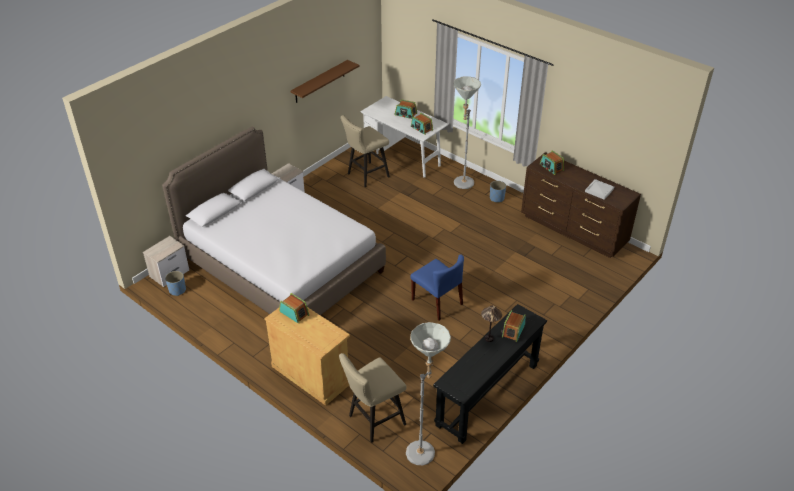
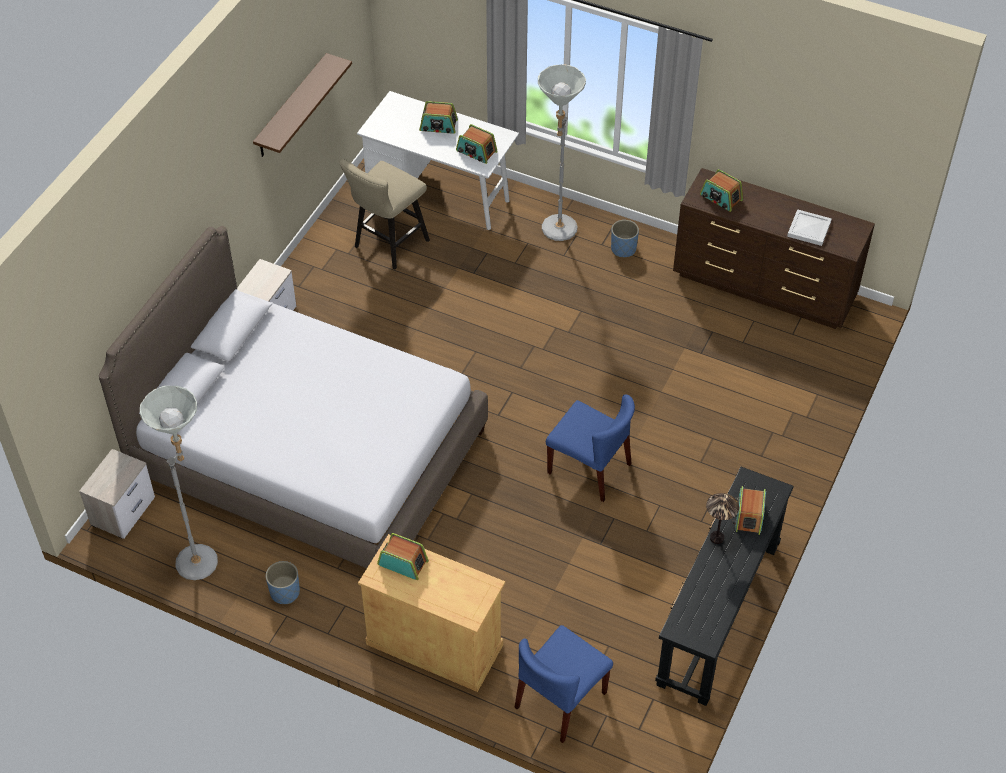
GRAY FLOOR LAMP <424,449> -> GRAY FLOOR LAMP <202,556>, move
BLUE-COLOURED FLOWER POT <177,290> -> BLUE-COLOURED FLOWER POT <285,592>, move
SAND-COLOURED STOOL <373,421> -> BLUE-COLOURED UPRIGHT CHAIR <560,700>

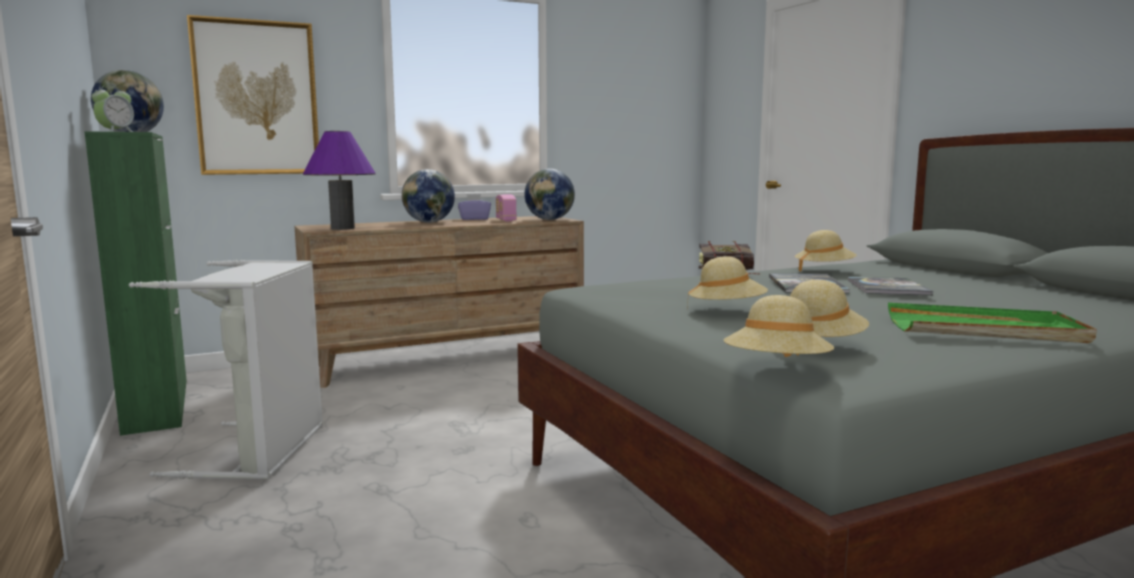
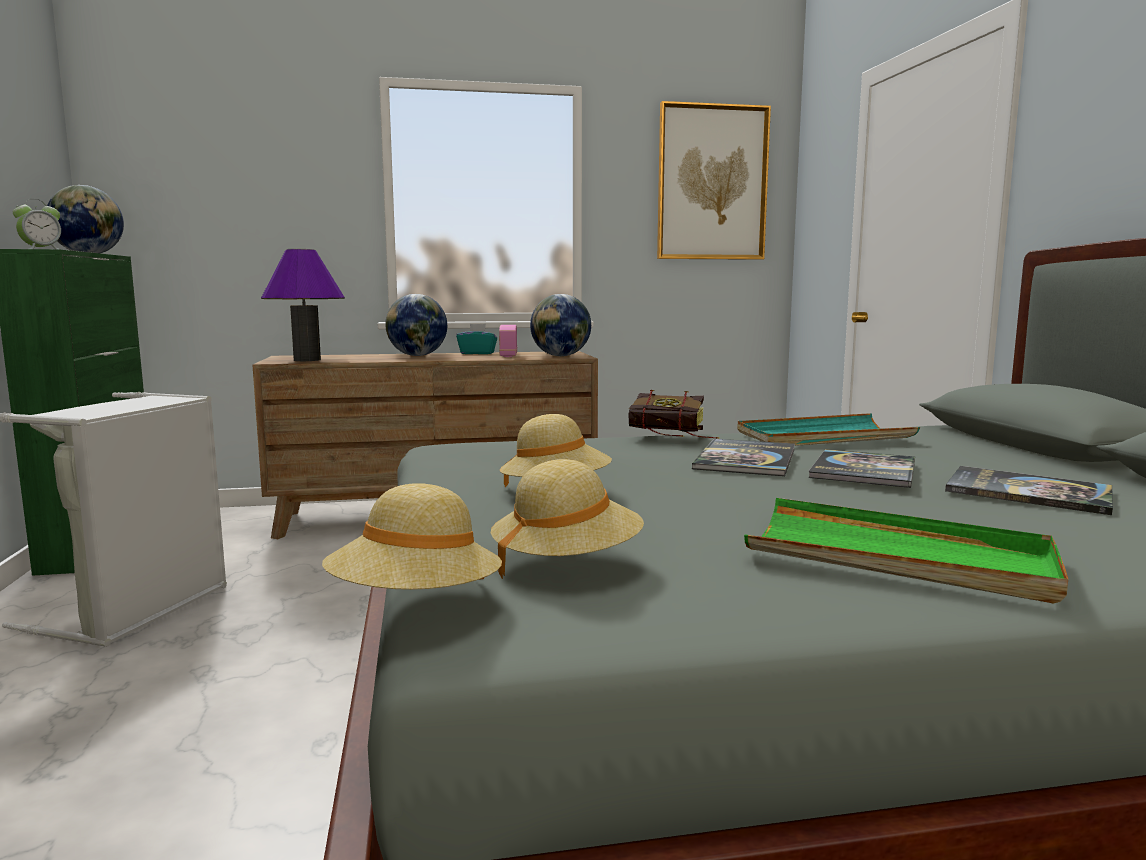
PURPLE-COLOURED TISSUE HOLDER <474,219> -> TURQUOISE-COLOURED TISSUE HOLDER <477,353>
WALL PICTURE <256,98> -> WALL PICTURE <712,183>, move
SAND-COLOURED HAT <824,270> -> TURQUOISE-COLOURED SERVING TRAY <823,437>
none -> BOUND BOOK <1028,492>

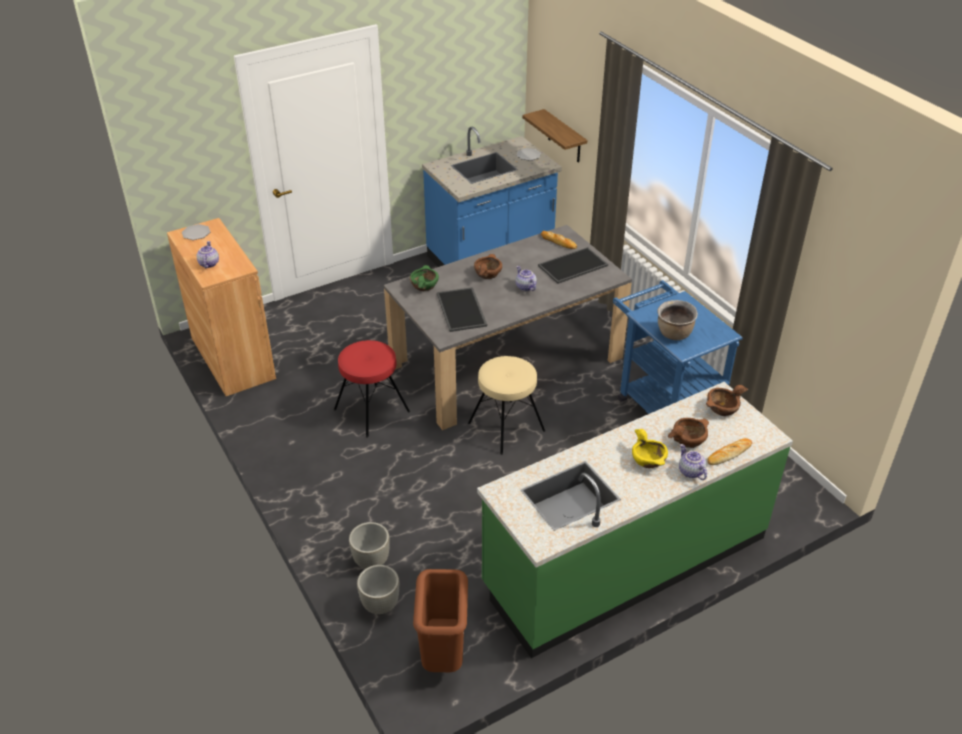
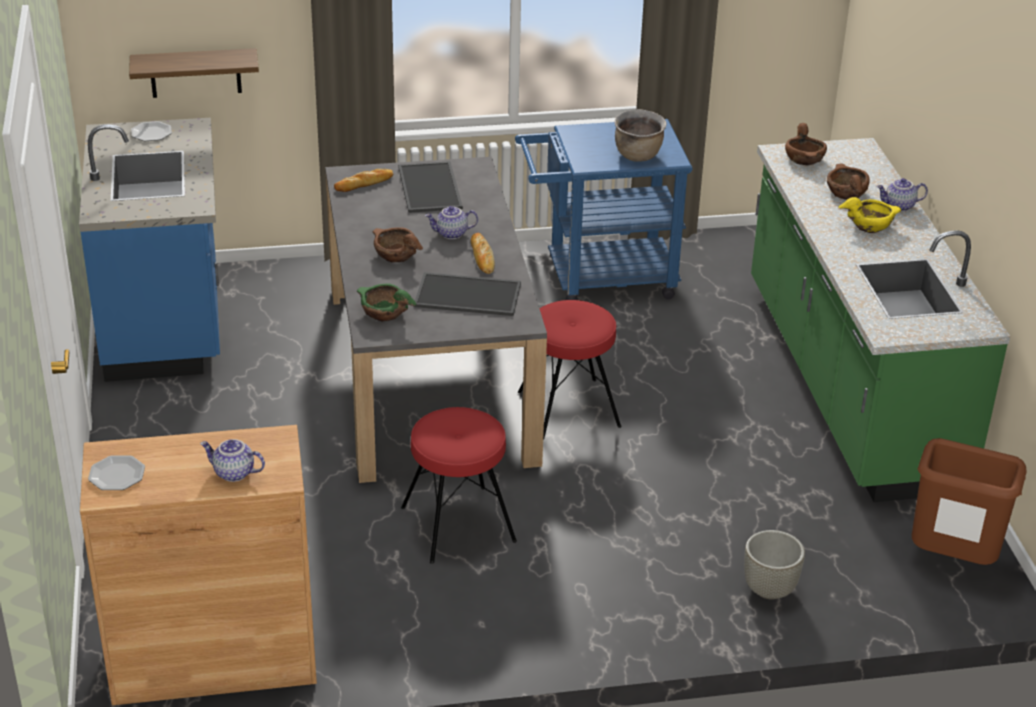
BAKERY BREAD <728,454> -> BAKERY BREAD <482,257>, move
SAND-COLOURED STOOL <506,427> -> RED-COLOURED STOOL <568,409>
GRAY FLOWER POT <380,605> -> none

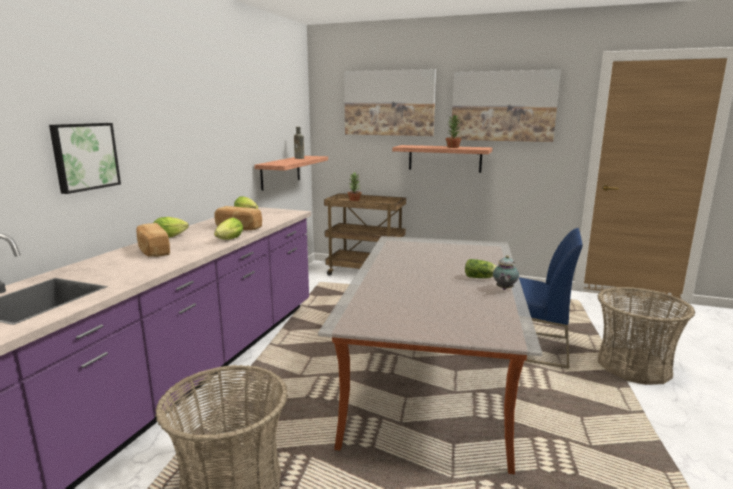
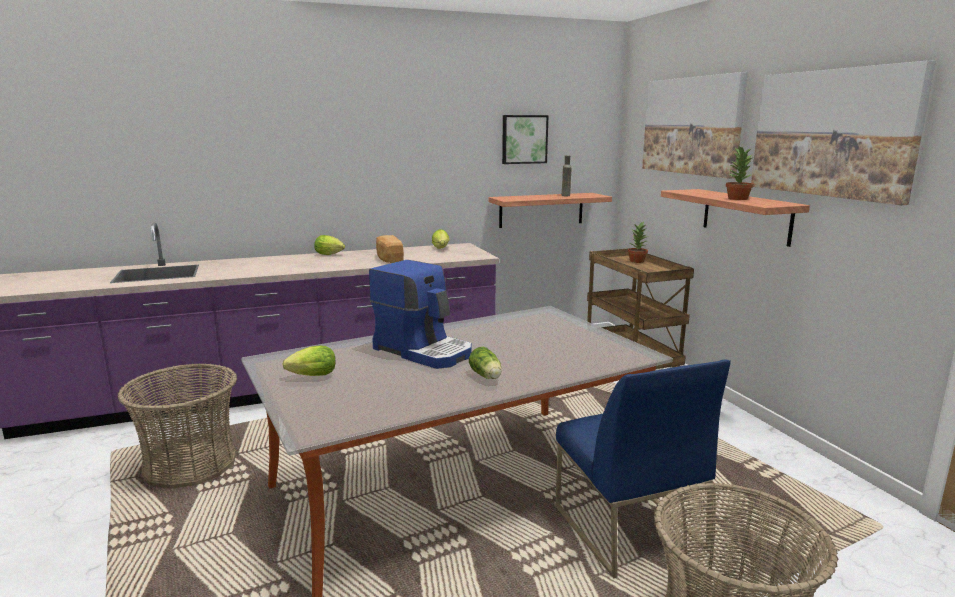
LETTUCE <228,240> -> LETTUCE <310,376>, move
none -> COFFEE BREWER <424,351>
WALL PICTURE <84,156> -> WALL PICTURE <524,139>, move
BAKERY BREAD <153,251> -> none
TEAPOT <504,289> -> none

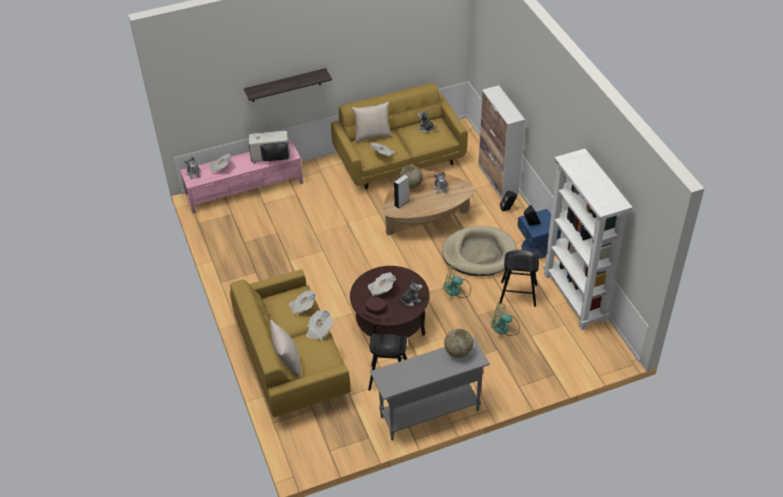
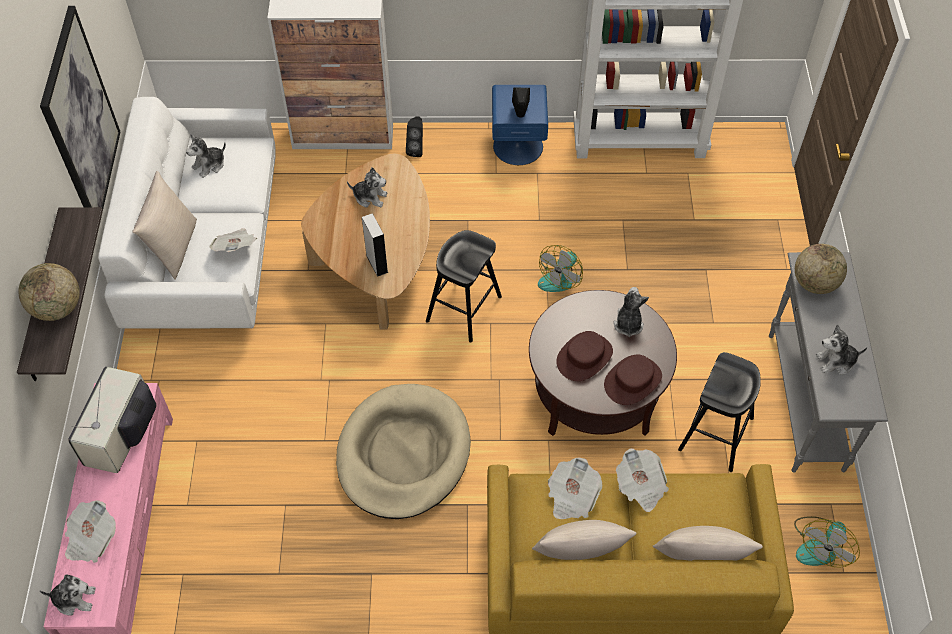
WORLD GLOBE <411,185> -> WORLD GLOBE <57,308>, move
none -> WALL PICTURE <80,120>
YELLOWISH COUCH <399,159> -> WHITISH COUCH <207,248>
SAND-COLOURED DOG CUSHION <479,254> -> SAND-COLOURED DOG CUSHION <403,454>, move
BLACK-COLOURED STOOL <518,294> -> BLACK-COLOURED STOOL <463,309>, move
none -> SAND-COLOURED CUSHION <579,557>
NEWSPAPER <381,289> -> BROWN-COLOURED HAT <584,357>
FAN <504,327> -> FAN <820,545>, move
none -> PLUSH TOY <836,361>

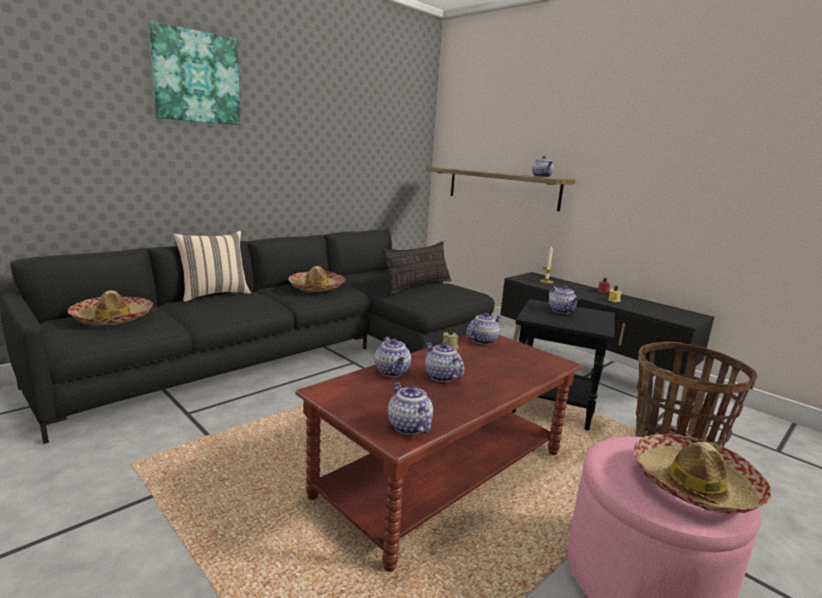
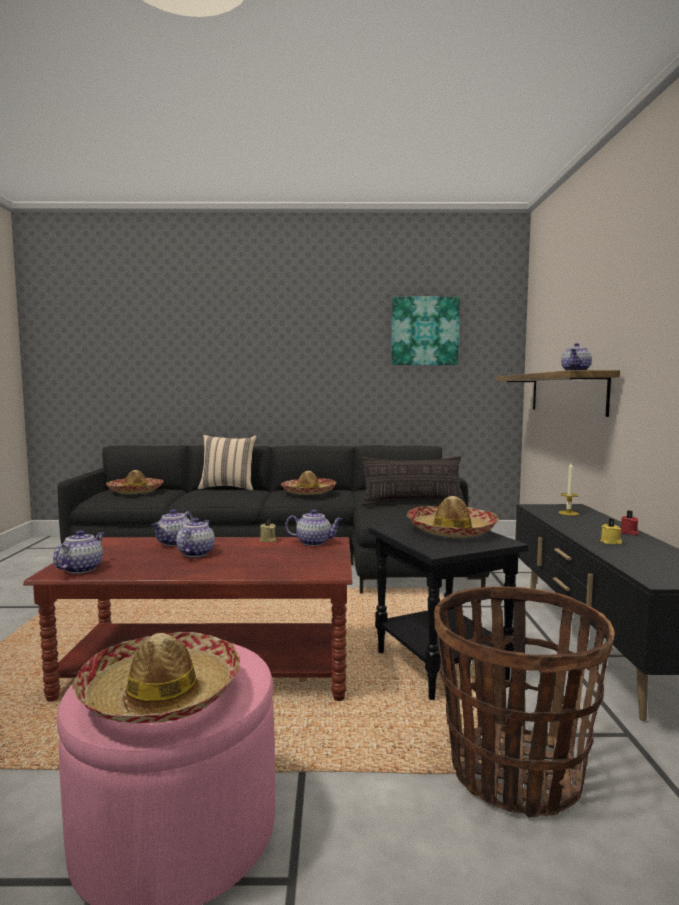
WALL PICTURE <196,77> -> WALL PICTURE <424,331>, move
TEAPOT <561,311> -> HAT <451,530>

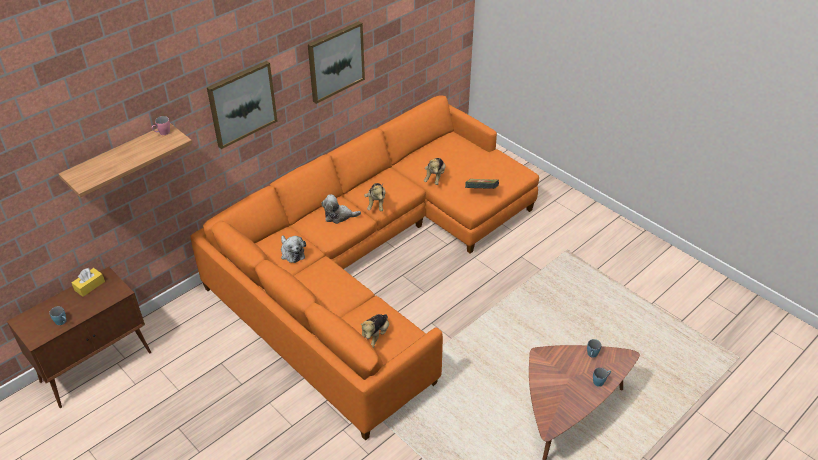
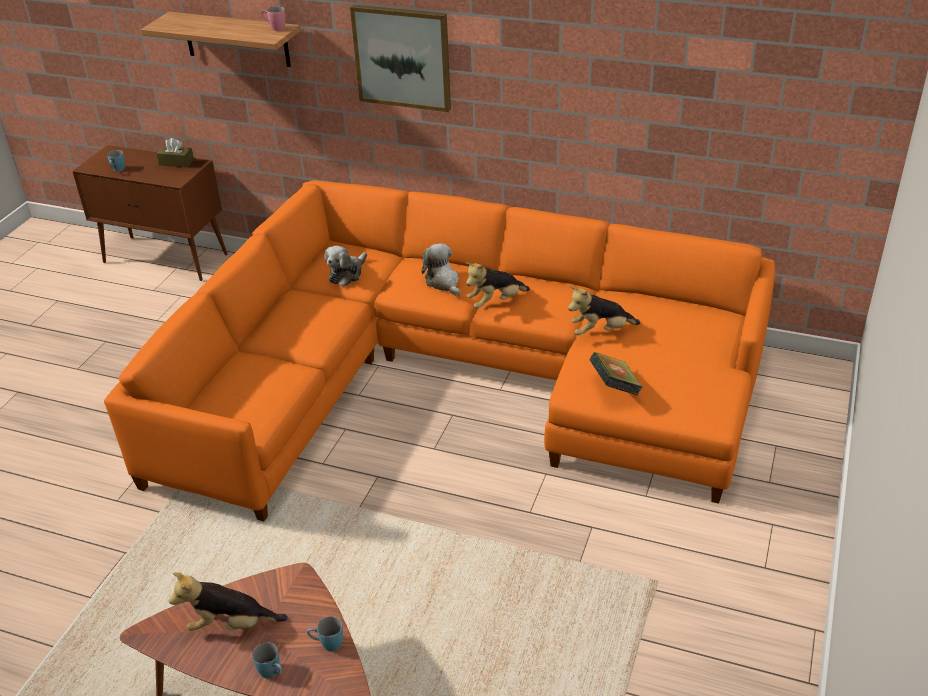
YELLOWISH TISSUE HOLDER <89,286> -> BROWN-COLOURED TISSUE HOLDER <176,162>
PLUSH TOY <375,337> -> PLUSH TOY <231,624>, move
WALL PICTURE <335,61> -> none

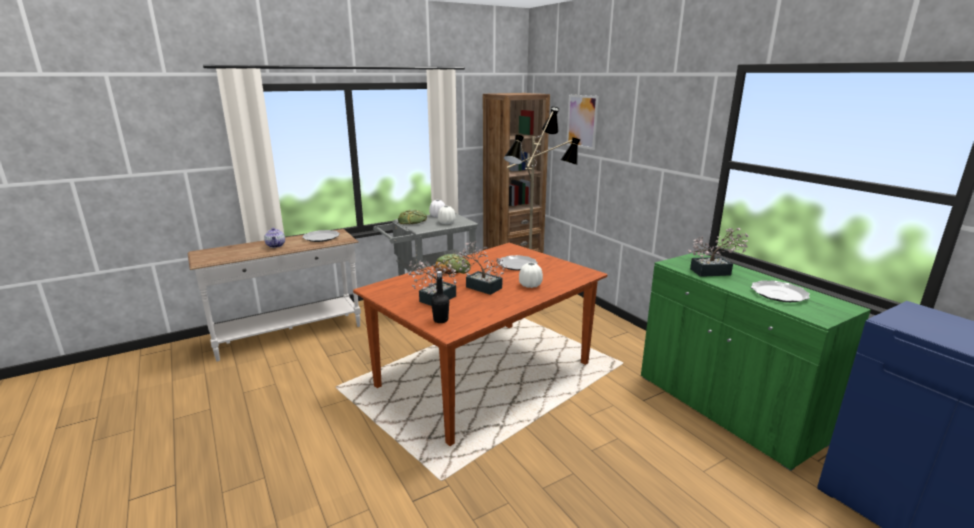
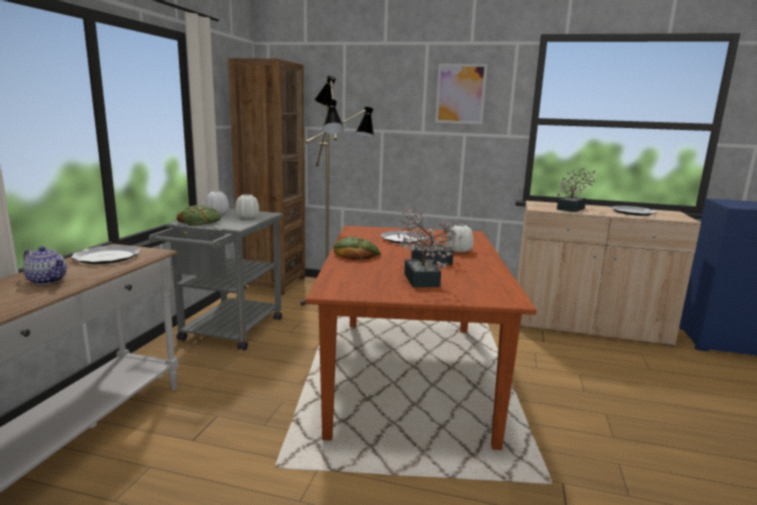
WALL PICTURE <582,121> -> WALL PICTURE <460,94>, move
GREEN CUPBOARD <725,408> -> SAND-COLOURED CUPBOARD <587,325>
BLACK-COLOURED DRINK BOTTLE <440,320> -> none

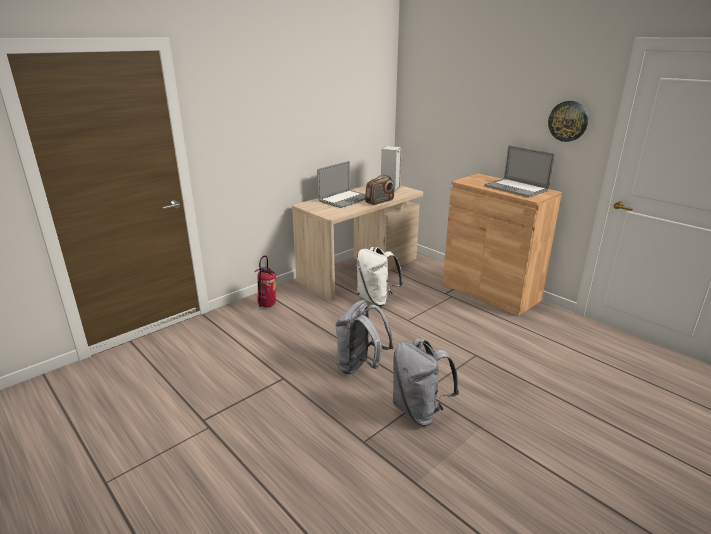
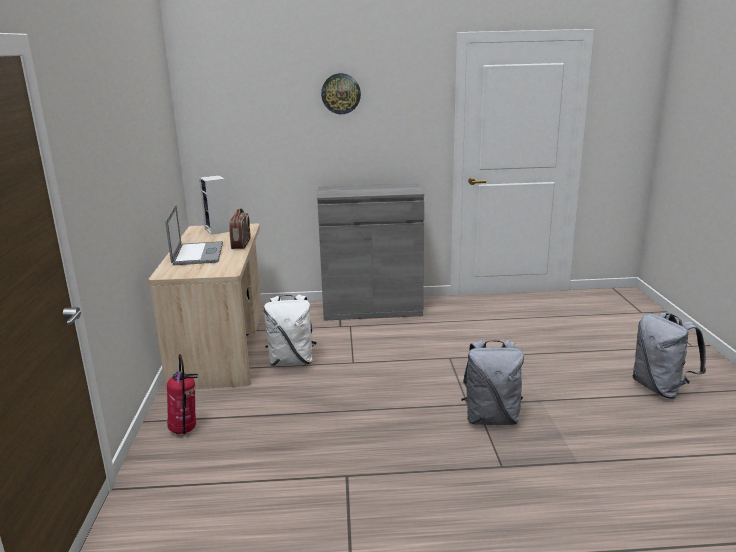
BROWN-COLOURED CUPBOARD <490,292> -> GRAY CUPBOARD <372,308>
HANGING CLOCK <568,121> -> HANGING CLOCK <341,93>, move
GRAY KNAPSACK <360,366> -> GRAY KNAPSACK <660,388>, move
NOTEBOOK COMPUTER <516,188> -> none

